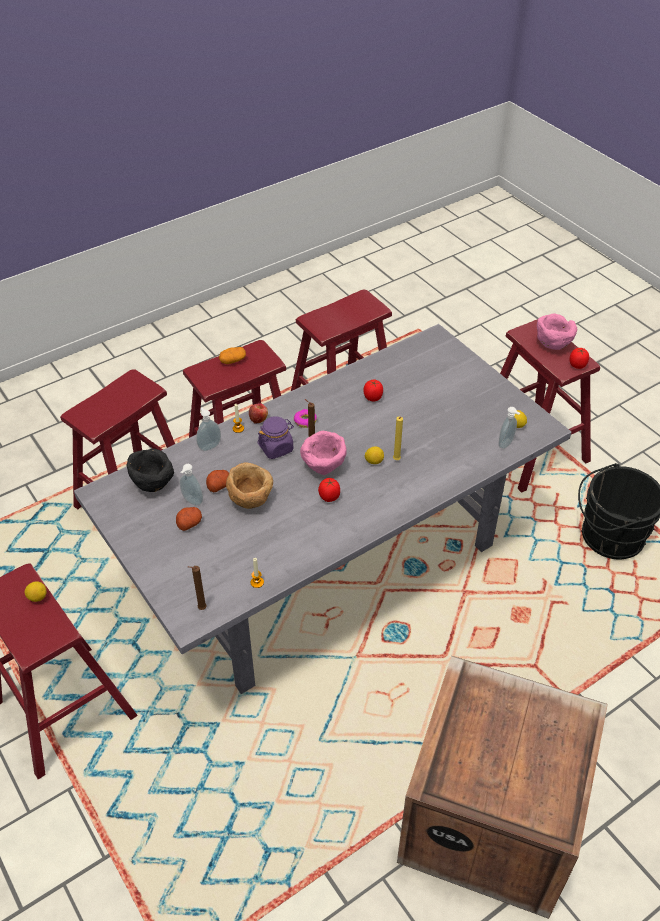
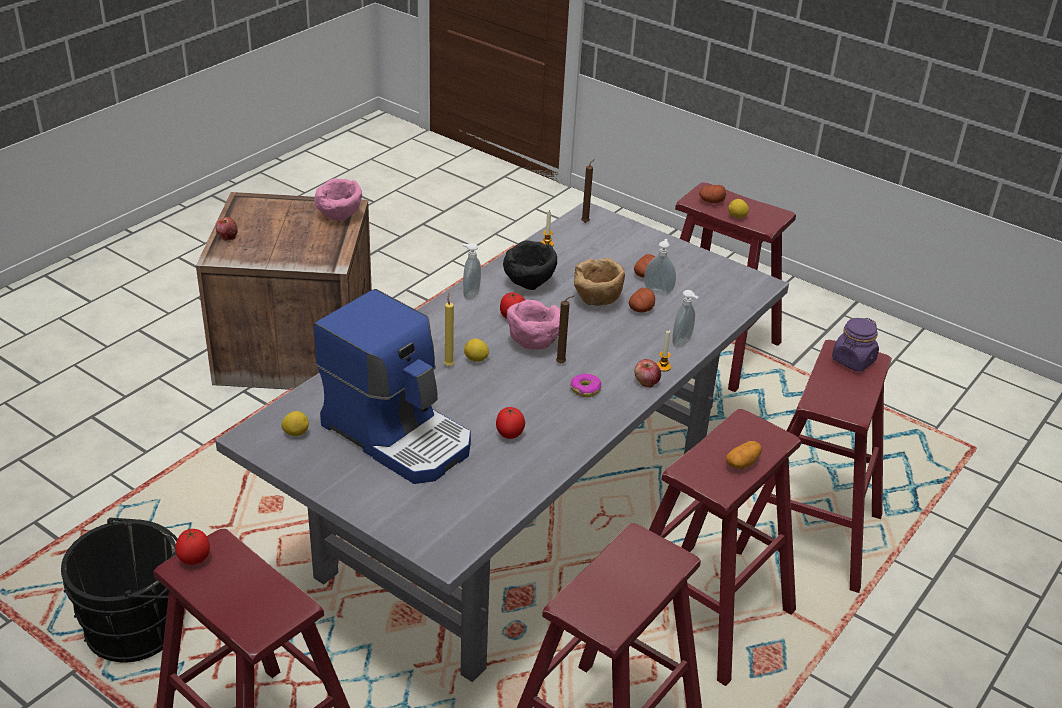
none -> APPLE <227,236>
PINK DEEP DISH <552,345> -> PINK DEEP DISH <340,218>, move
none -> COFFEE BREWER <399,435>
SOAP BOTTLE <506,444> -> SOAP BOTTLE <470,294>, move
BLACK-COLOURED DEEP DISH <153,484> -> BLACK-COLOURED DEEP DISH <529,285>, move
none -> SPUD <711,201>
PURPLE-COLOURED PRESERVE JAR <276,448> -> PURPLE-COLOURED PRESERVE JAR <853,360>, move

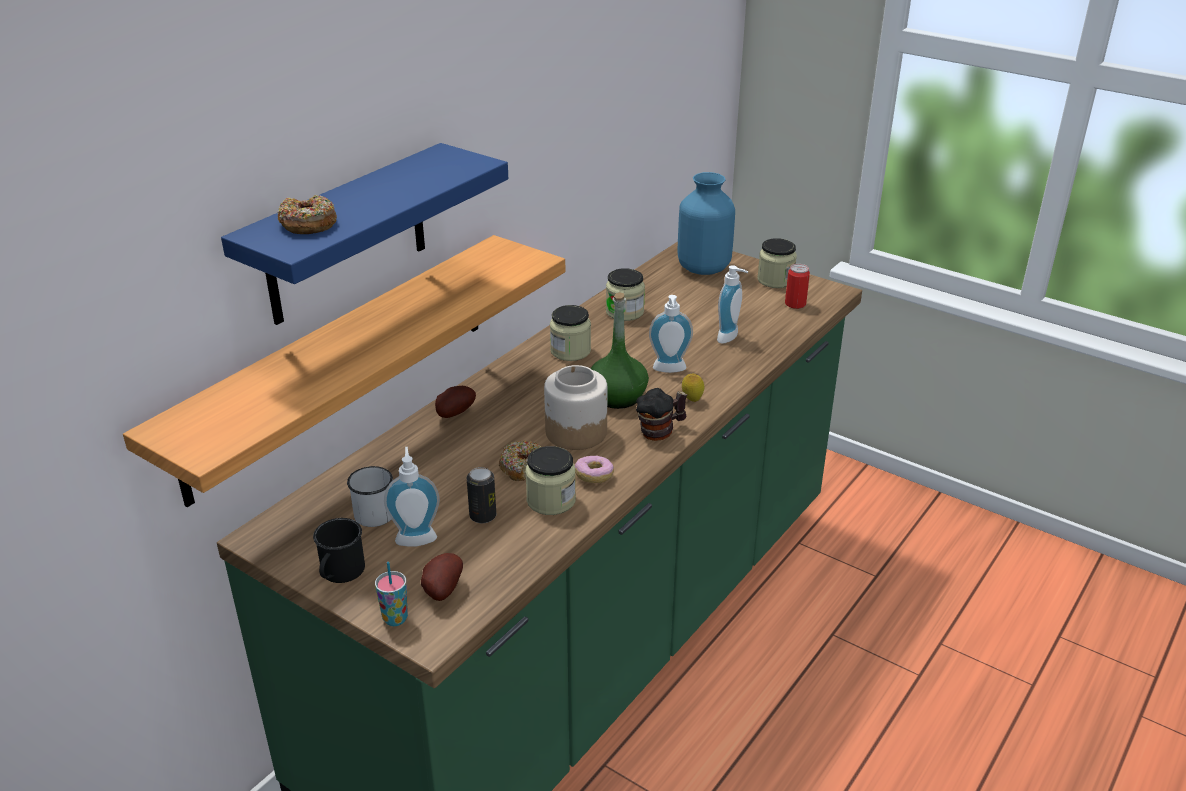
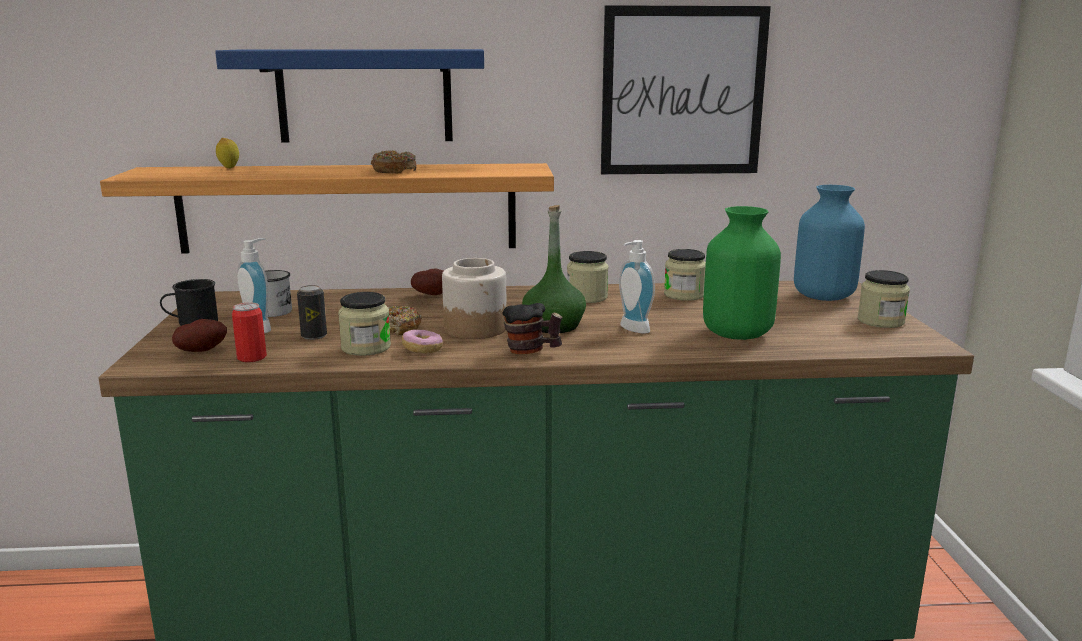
WHOLE LEMON <692,400> -> WHOLE LEMON <229,168>, move
SEALED CAN <795,304> -> SEALED CAN <251,357>, move
DOUGHNUT <308,224> -> DOUGHNUT <394,170>, move
none -> WALL PICTURE <682,92>
SOAP BOTTLE <731,337> -> GREEN FLOWER VASE <737,333>
CUP <395,619> -> none

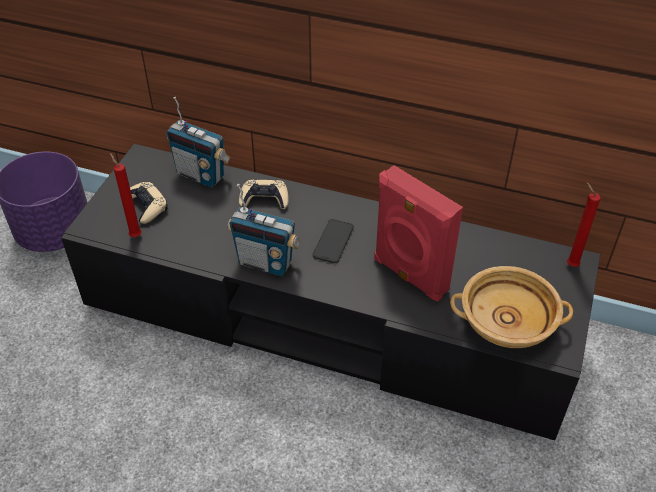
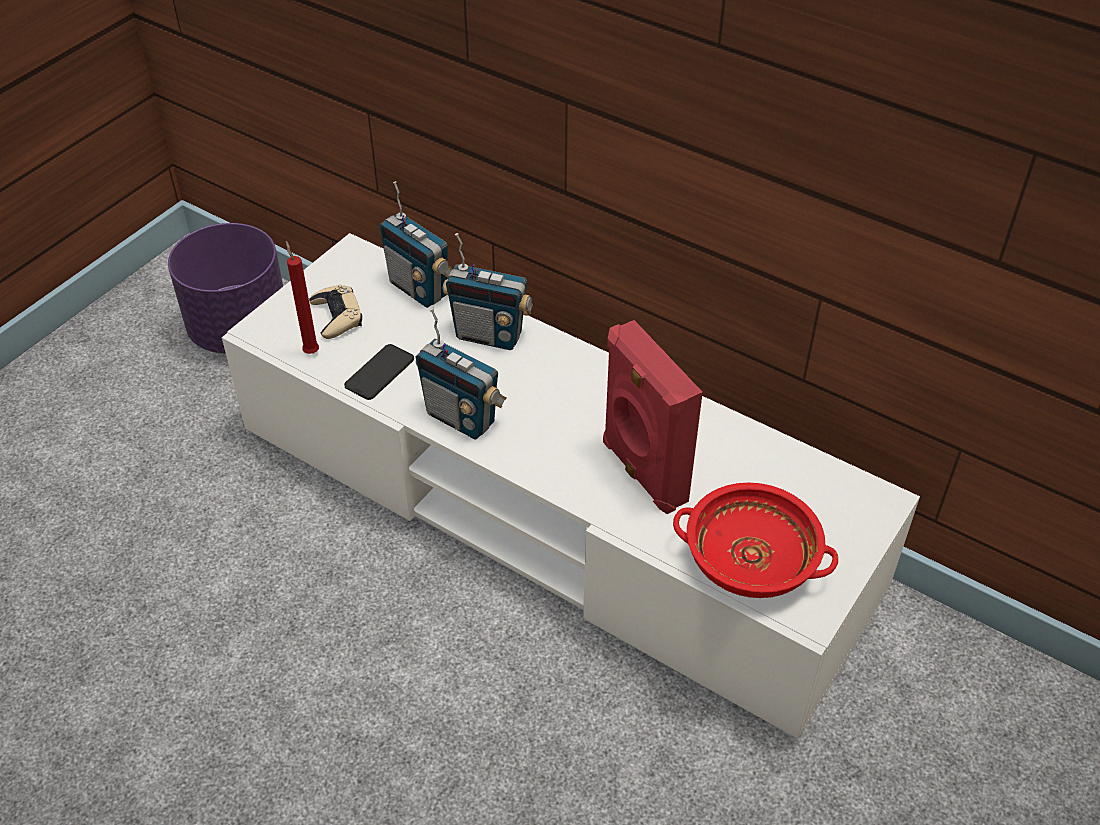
BLACK-COLOURED TV UNIT <328,316> -> WHITISH TV UNIT <550,509>
TELEPHONE <333,241> -> TELEPHONE <379,372>, move
SAND-COLOURED GAME CONTROLLER <264,199> -> RADIO <489,335>
SAND-COLOURED DEEP DISH <506,323> -> RED-COLOURED DEEP DISH <749,562>
RED-COLOURED WAX LIGHT <570,264> -> none

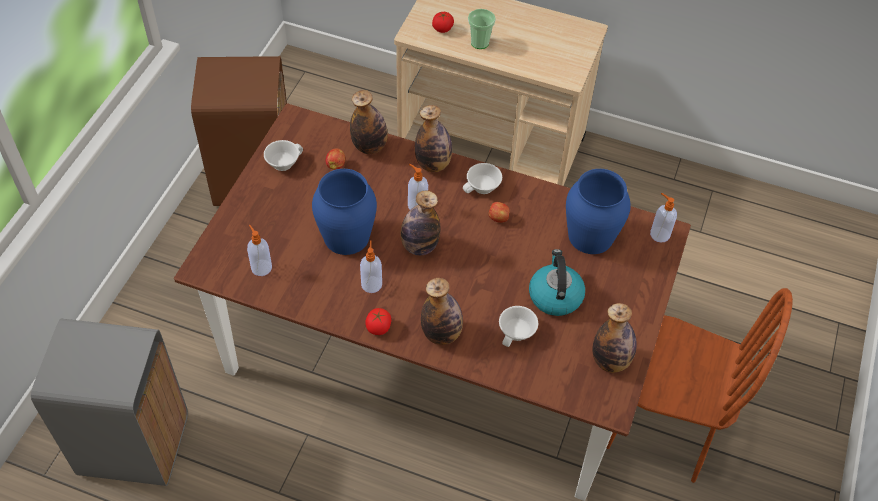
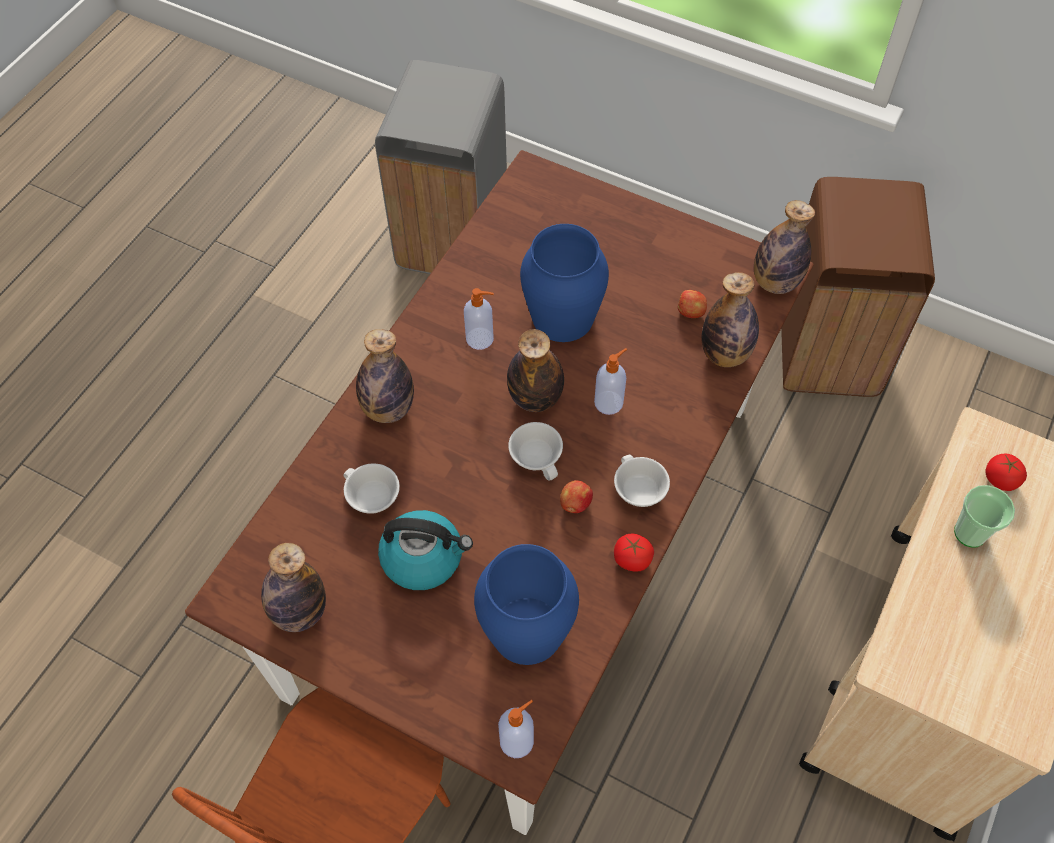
WHITISH CUP <283,161> -> WHITISH CUP <538,457>, move
TOMATO <378,327> -> TOMATO <632,559>, move
DRINK BOTTLE <433,164> -> DRINK BOTTLE <775,282>, move
SOAP BOTTLE <261,267> -> none

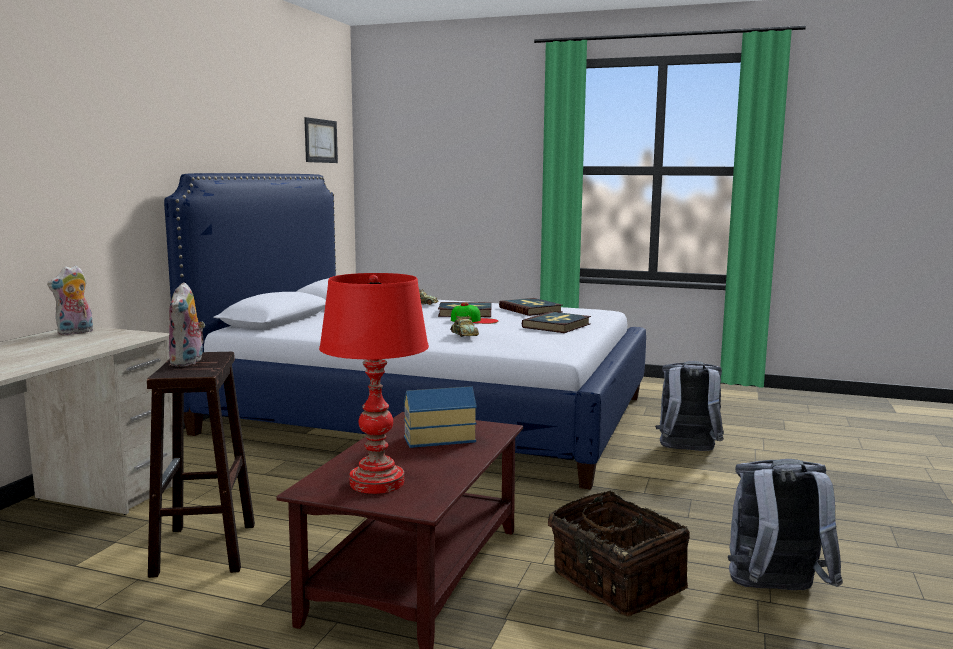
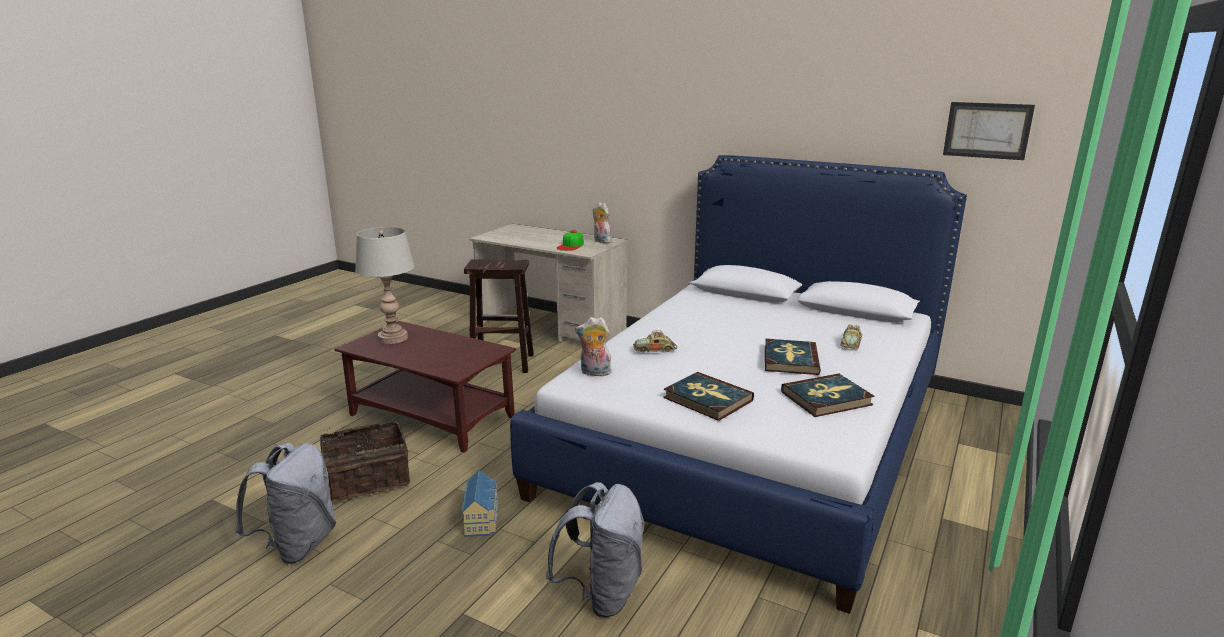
RED-COLOURED LAMP FOR A TABLE <376,482> -> GRAY LAMP FOR A TABLE <393,338>
TOY HOUSE <438,438> -> TOY HOUSE <483,519>, move
BASEBALL CAP <474,320> -> BASEBALL CAP <570,246>, move
PLUSH TOY <188,362> -> PLUSH TOY <594,373>, move

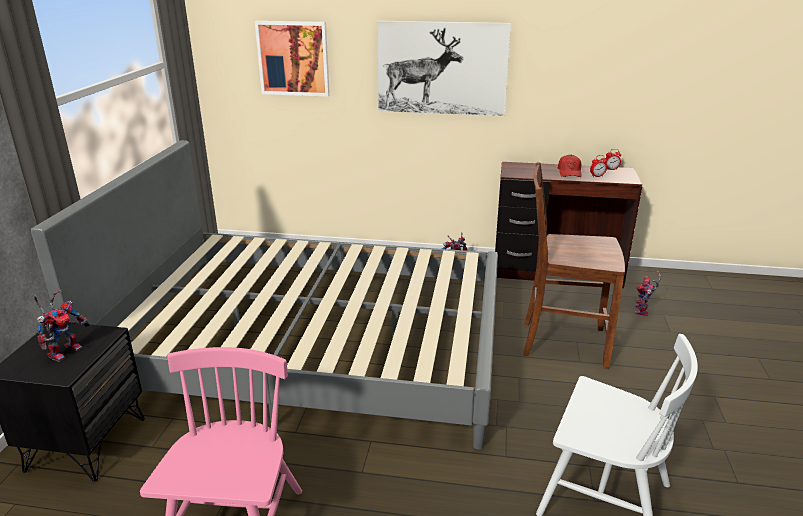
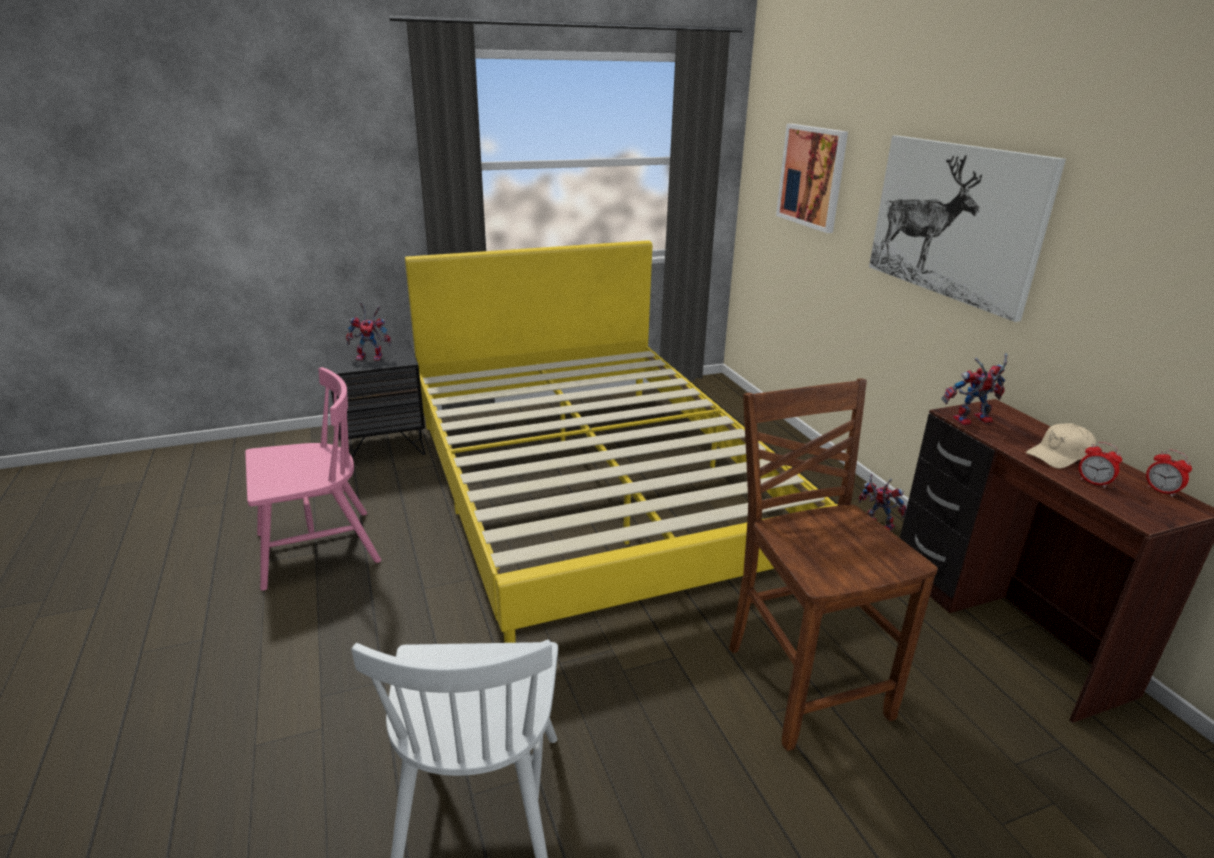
GRAY BEDROOM BED <313,346> -> YELLOWISH BEDROOM BED <593,491>
TOY ROBOT <643,311> -> TOY ROBOT <970,422>, move
RED-COLOURED BASEBALL CAP <569,172> -> SAND-COLOURED BASEBALL CAP <1060,455>

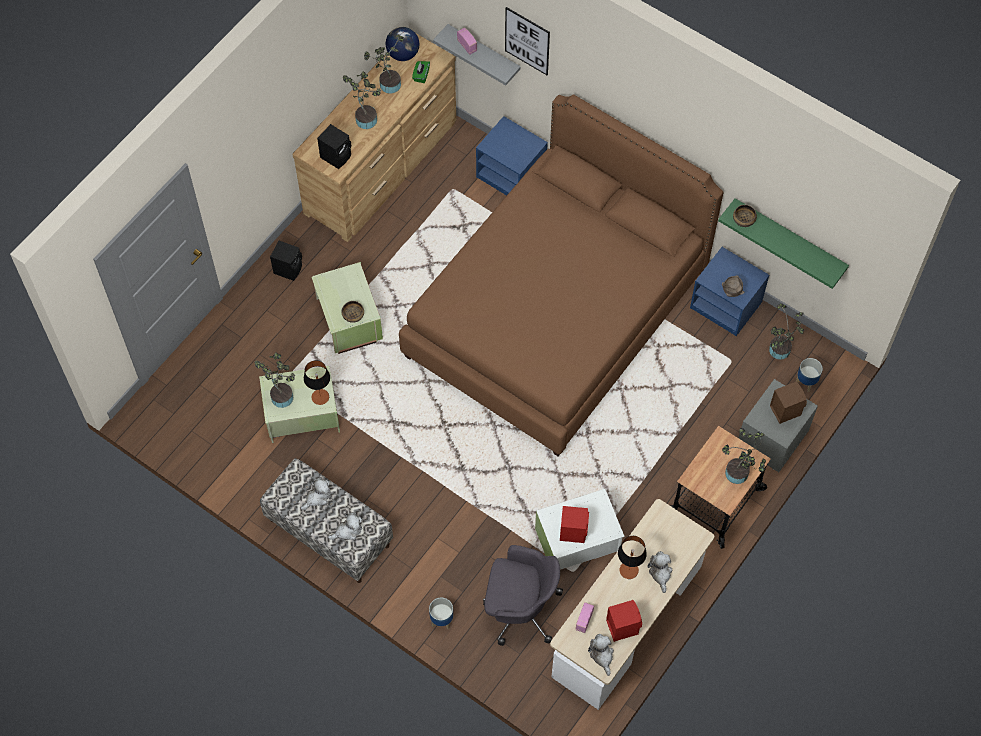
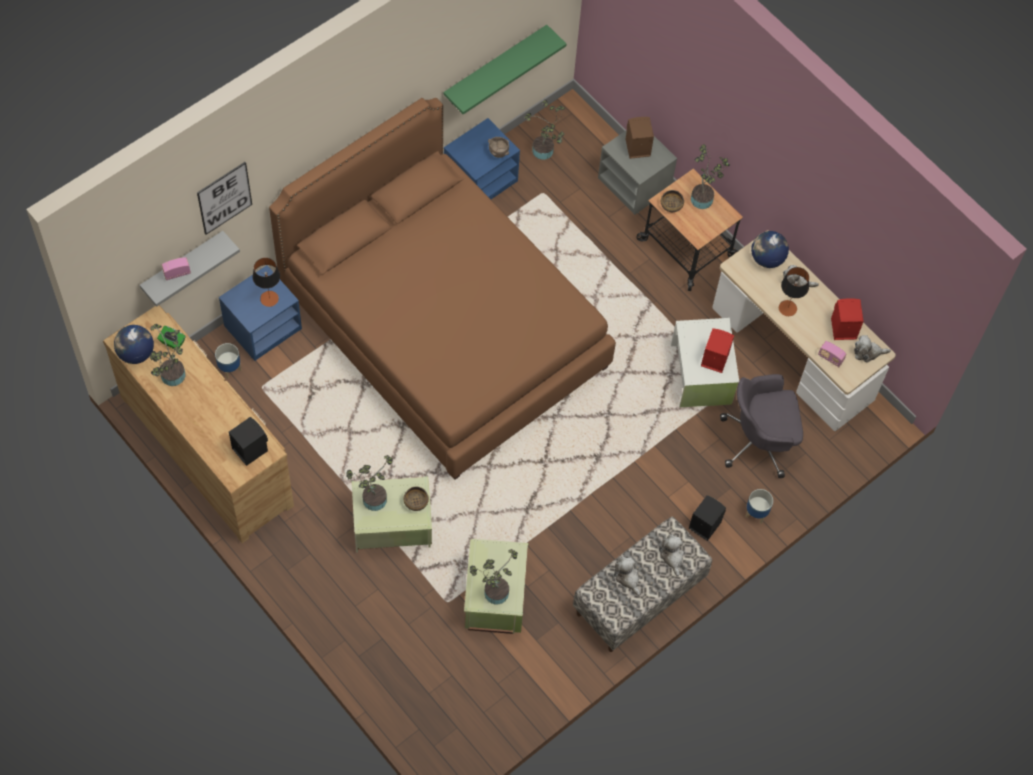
FLOWER POT <806,382> -> FLOWER POT <230,368>, move
LAMP FOR A TABLE <320,397> -> LAMP FOR A TABLE <269,298>, move
POTTED PLANT <366,118> -> POTTED PLANT <371,499>, move
DEEP DISH <743,220> -> DEEP DISH <671,205>, move
BLACK-COLOURED SPEAKER <288,268> -> BLACK-COLOURED SPEAKER <704,524>, move
GRAY OFFICE CHAIR <520,608> -> GRAY OFFICE CHAIR <759,441>, 120 degrees counterclockwise
none -> WORLD GLOBE <767,259>

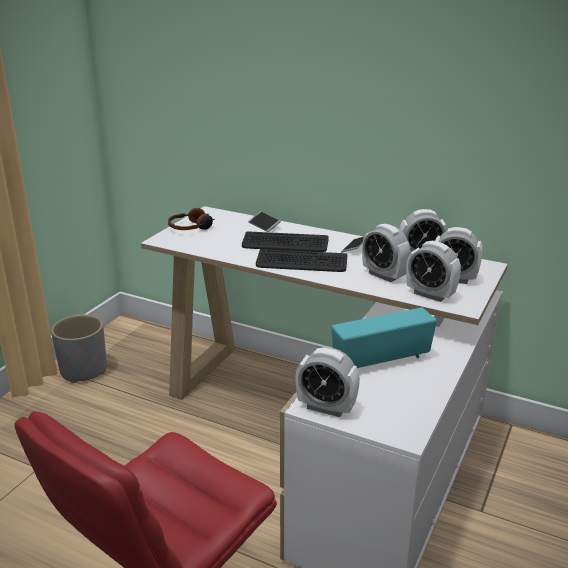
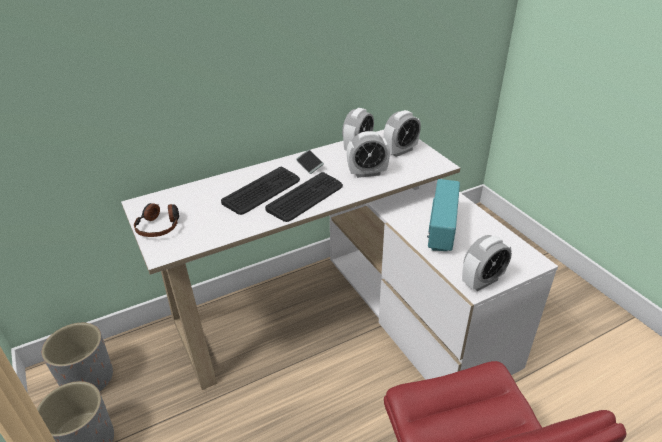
none -> GRAY FLOWER POT <88,379>
TELEPHONE <264,225> -> none
TABLE CLOCK <430,294> -> none

